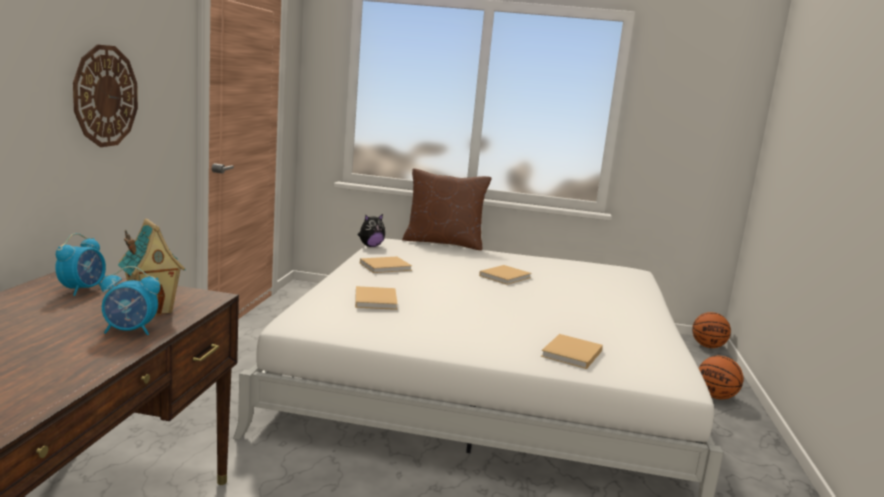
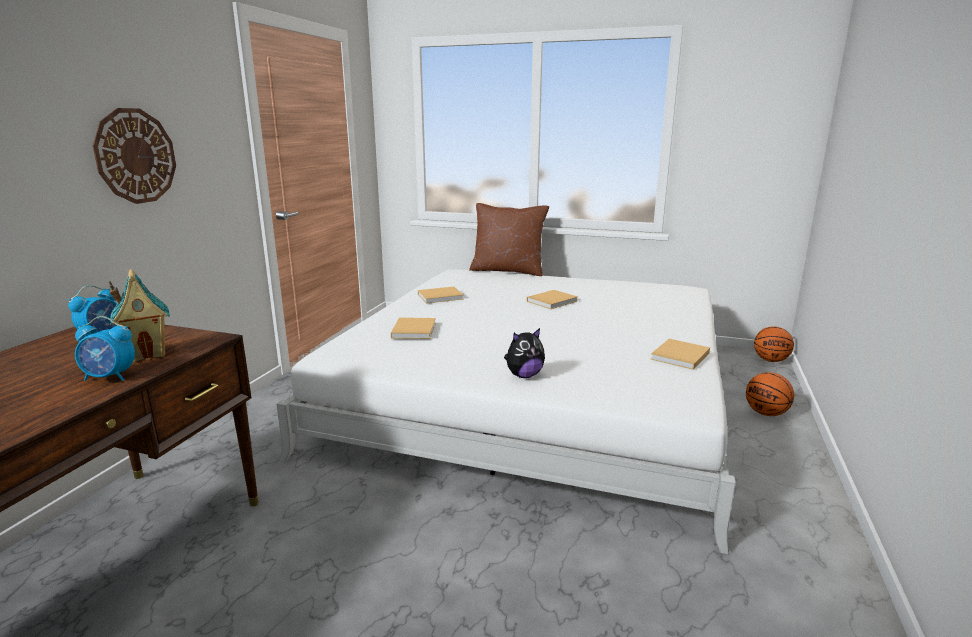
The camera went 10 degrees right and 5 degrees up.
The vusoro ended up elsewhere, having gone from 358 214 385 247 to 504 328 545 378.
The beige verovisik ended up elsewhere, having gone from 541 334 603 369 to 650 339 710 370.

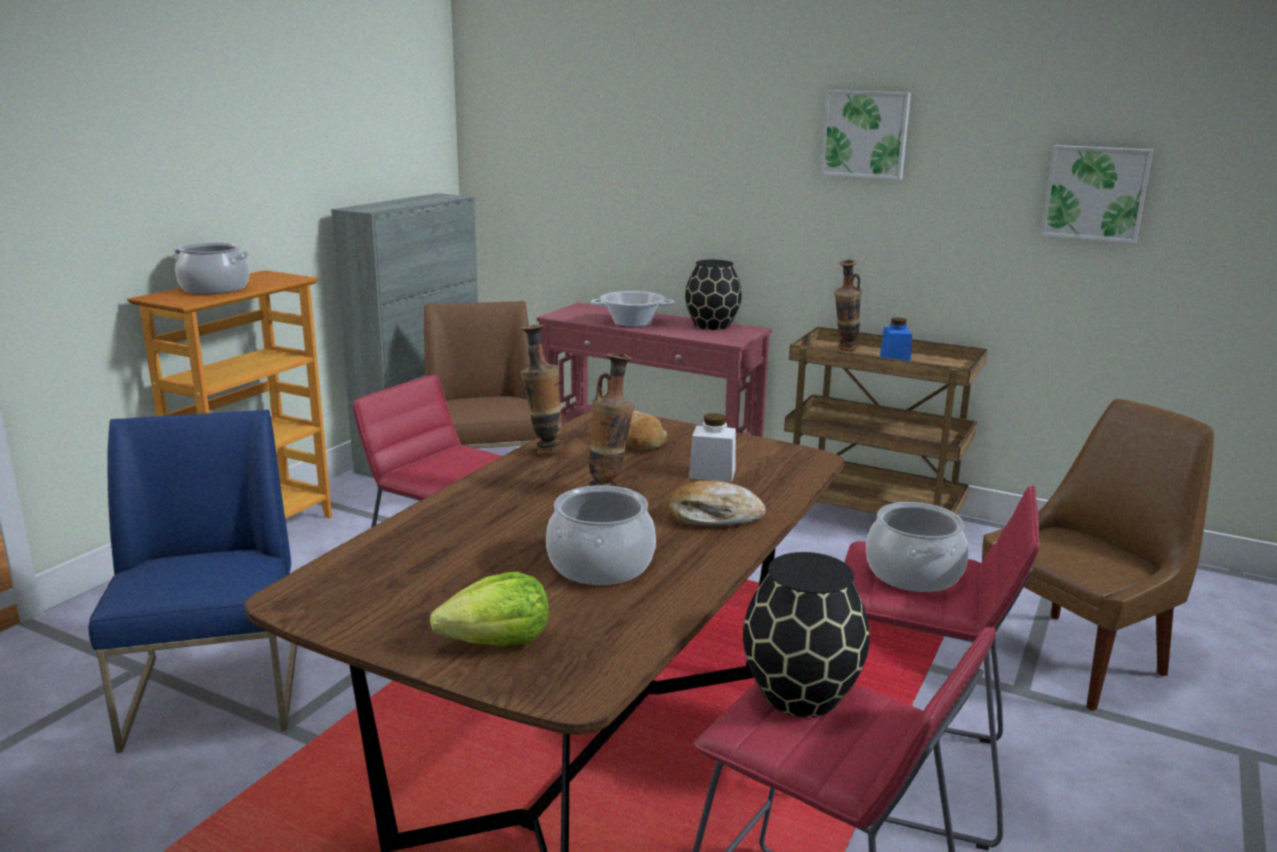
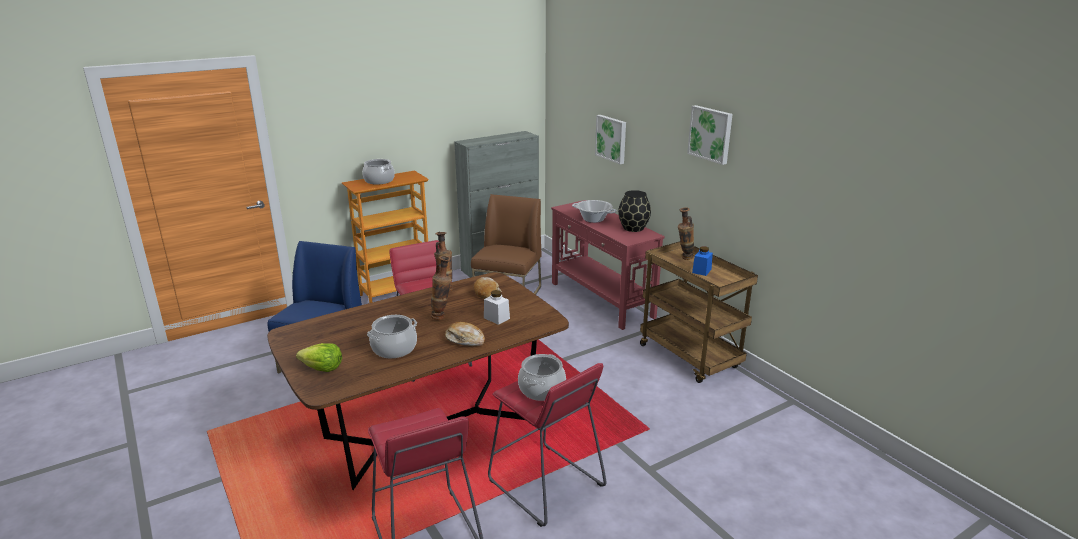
The camera went 30 degrees right and 5 degrees up.
The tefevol ended up elsewhere, having gone from 1041 145 1153 243 to 595 115 626 164.
The second view lost the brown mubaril at 982 399 1214 711.
The second view lost the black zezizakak at 743 552 870 717.

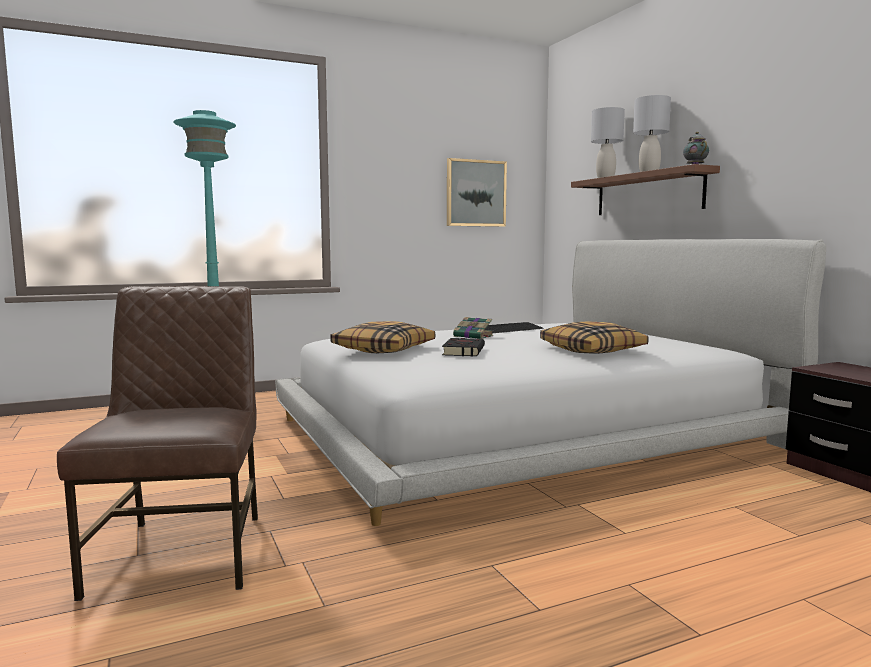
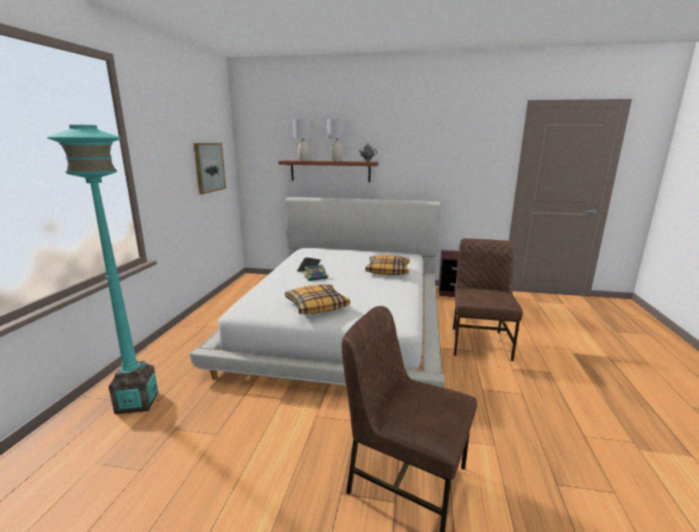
The camera went 55 degrees left and 10 degrees up.
The second view lost the black verovisik at 442 338 485 357.
The second view gained the brown mubaril at 453 239 523 361.

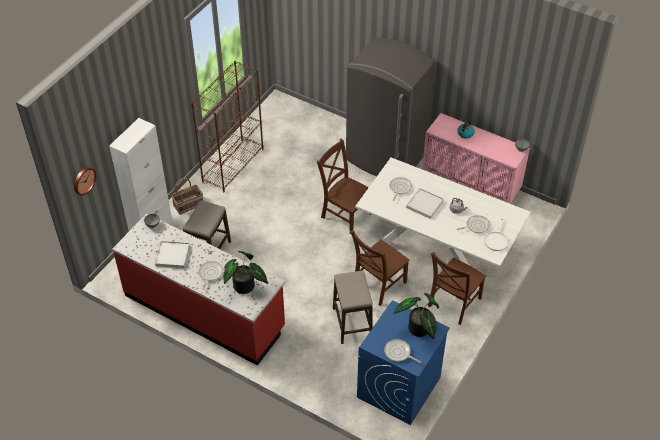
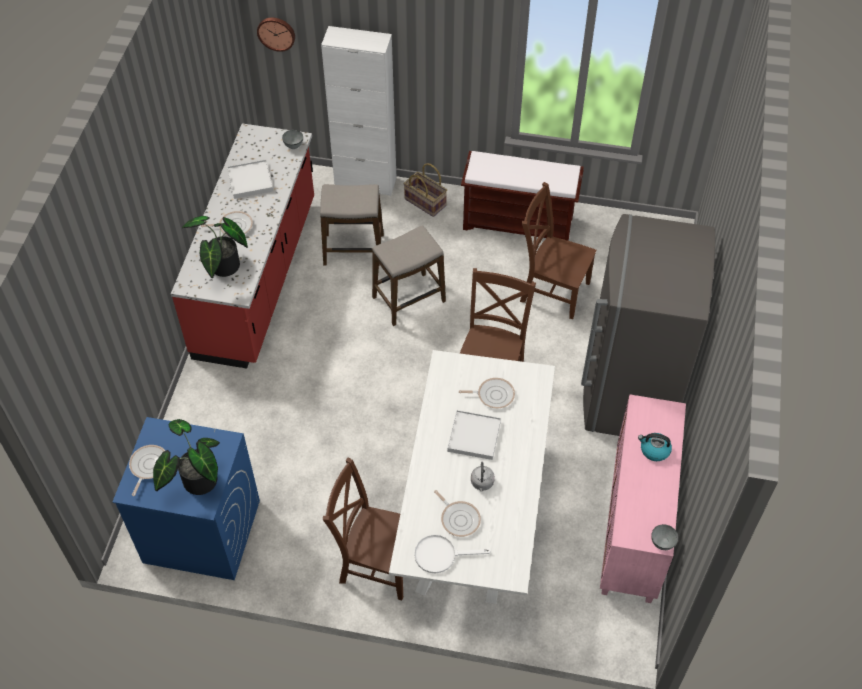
The camera went 70 degrees right and 5 degrees up.
Where the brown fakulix stood at 191 61 263 192, the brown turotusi came to stand at 461 151 584 241.
The brown mubaril ended up elsewhere, having gone from 350 230 410 306 to 520 182 597 320.
The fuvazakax ended up elsewhere, having gone from 333 271 373 344 to 372 225 446 326.

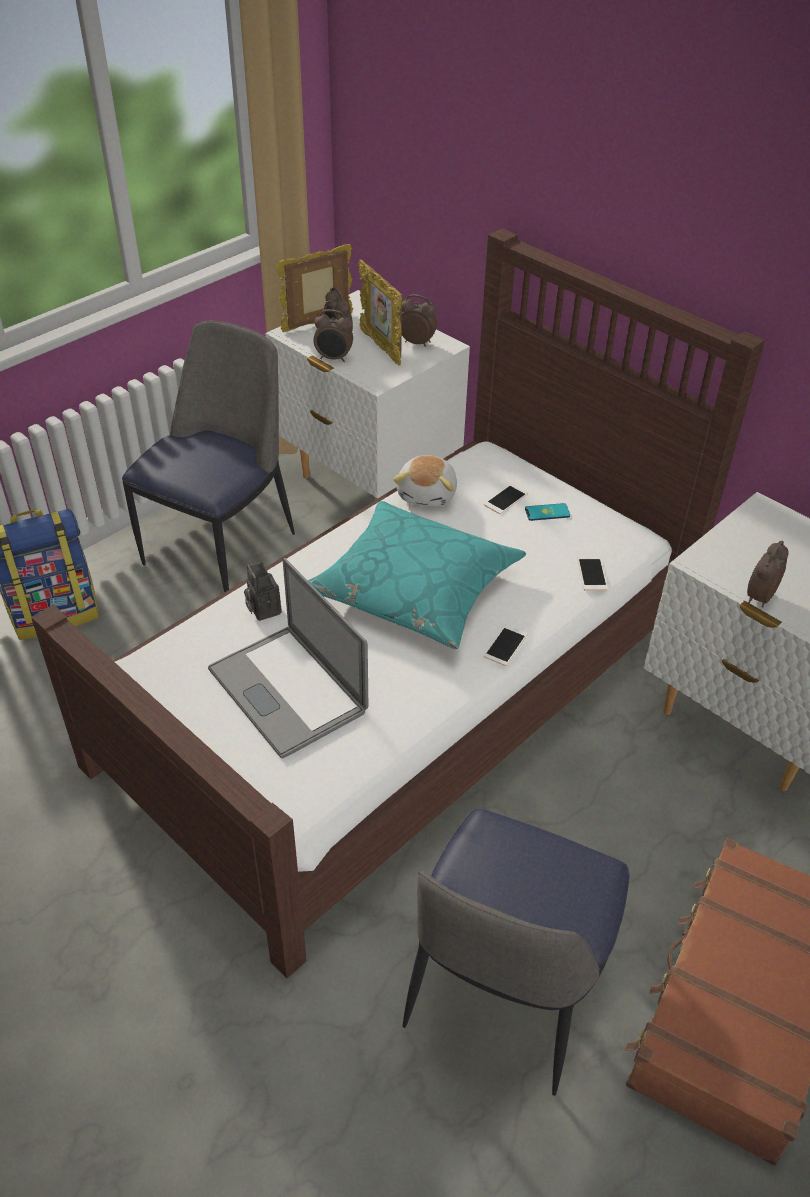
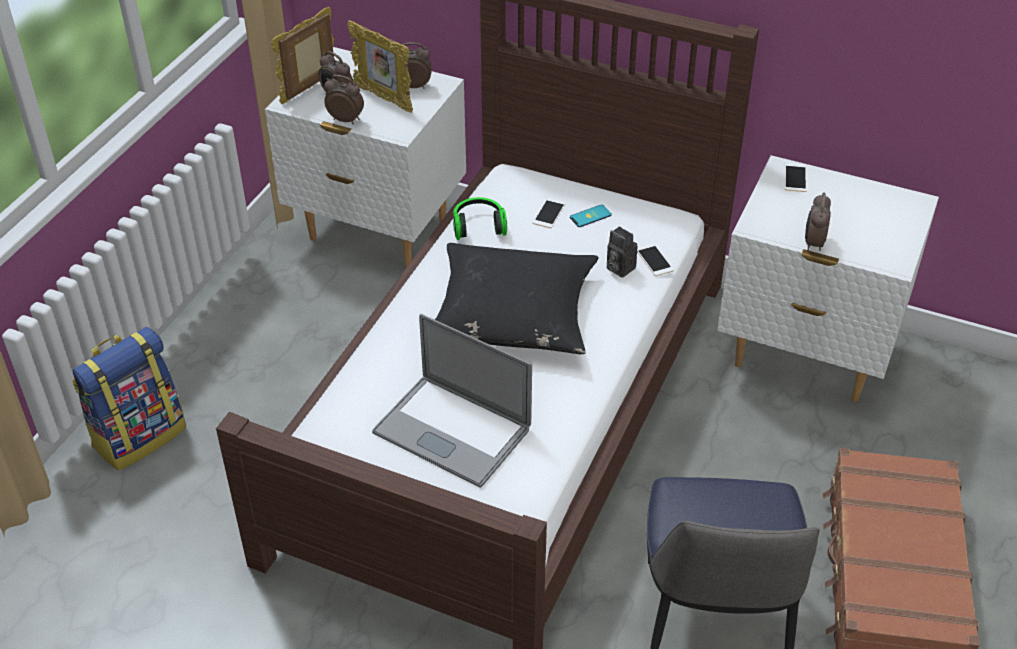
The camera went 20 degrees left and 0 degrees up.
The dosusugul at 314 309 353 362 ended up facing another way, 150 degrees counterclockwise from before.
The second view lost the mubaril at 122 321 295 593.
Where the vusoro stood at 393 455 457 507, the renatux came to stand at 453 197 507 240.
What was the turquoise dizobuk at 308 501 526 649 turned into the black dizobuk at 435 243 598 354.
The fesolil ended up elsewhere, having gone from 244 563 282 621 to 607 226 638 278.
The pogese ended up elsewhere, having gone from 484 624 528 666 to 785 163 807 192.

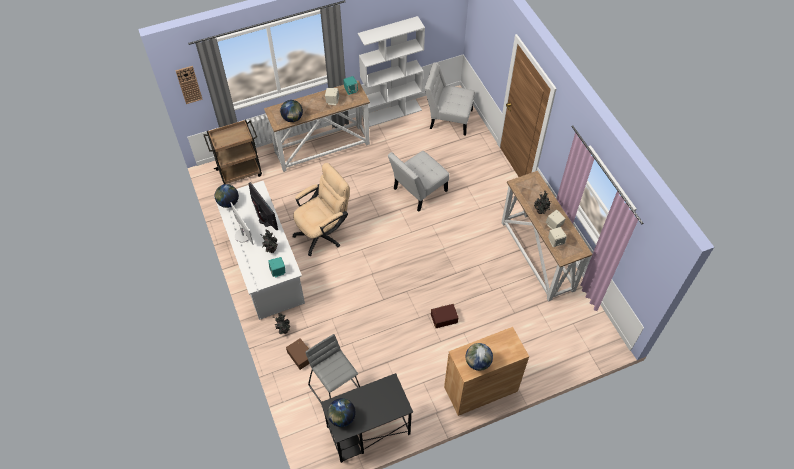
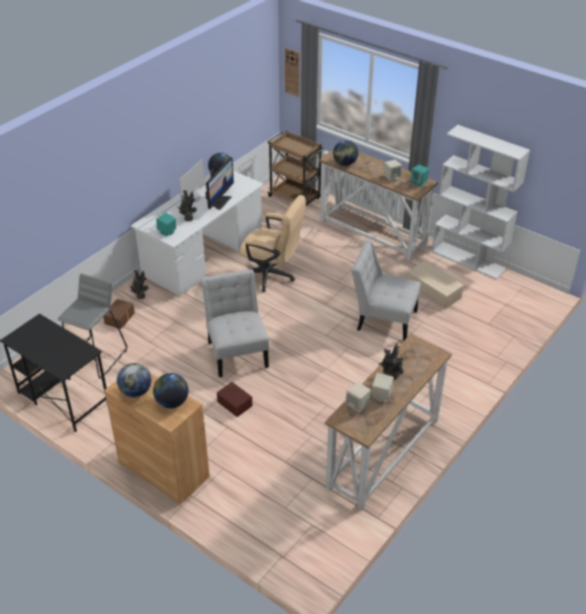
The camera went 60 degrees right and 15 degrees down.
The white mubaril ended up elsewhere, having gone from 425 62 475 136 to 201 269 269 377.
The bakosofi ended up elsewhere, having gone from 327 398 356 427 to 153 373 188 408.
The second view gained the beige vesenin at 407 261 464 309.

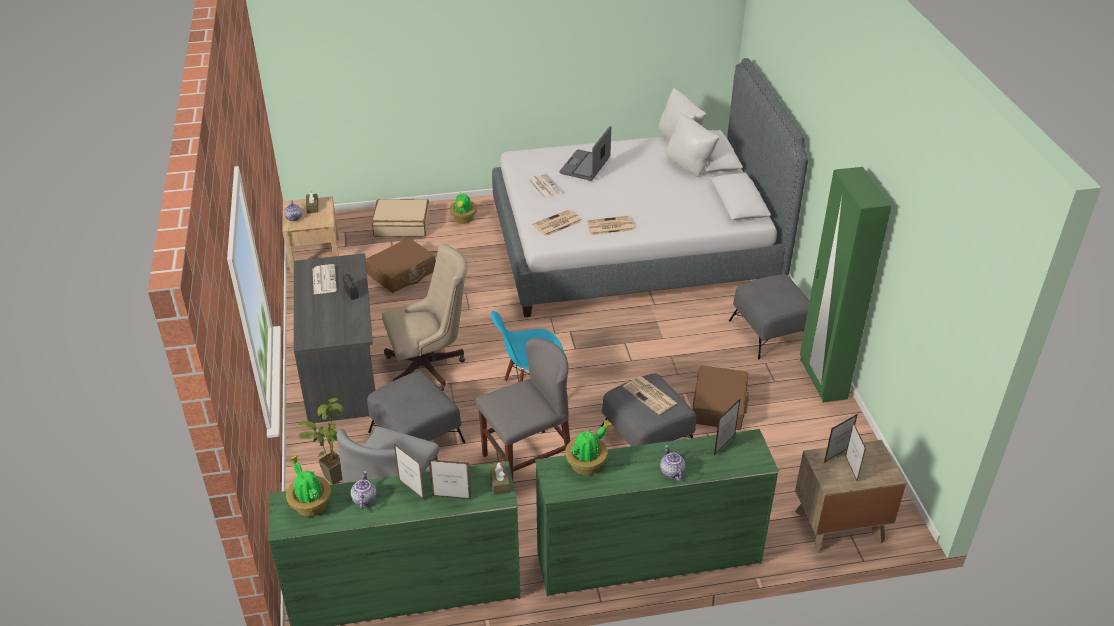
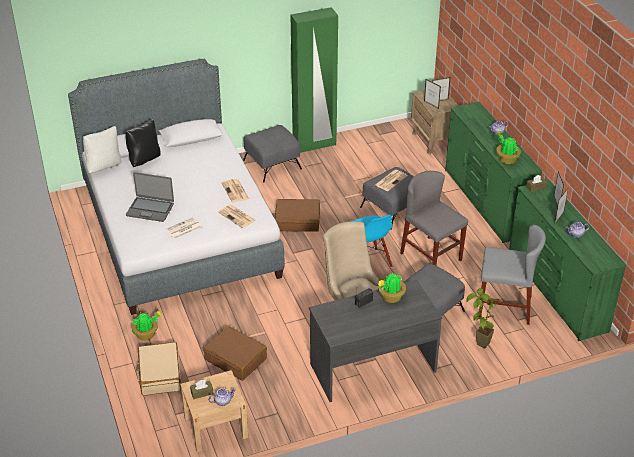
The camera went 100 degrees left and 0 degrees up.
What was the white dizobuk at 666 112 720 177 turned into the black dizobuk at 125 119 161 167.
The second view lost the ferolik at 313 264 337 294.
The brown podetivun ended up elsewhere, having gone from 693 365 749 430 to 275 199 320 232.
The second view lost the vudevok at 714 399 740 455.
The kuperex ended up elsewhere, having gone from 286 455 331 517 to 378 273 406 303.

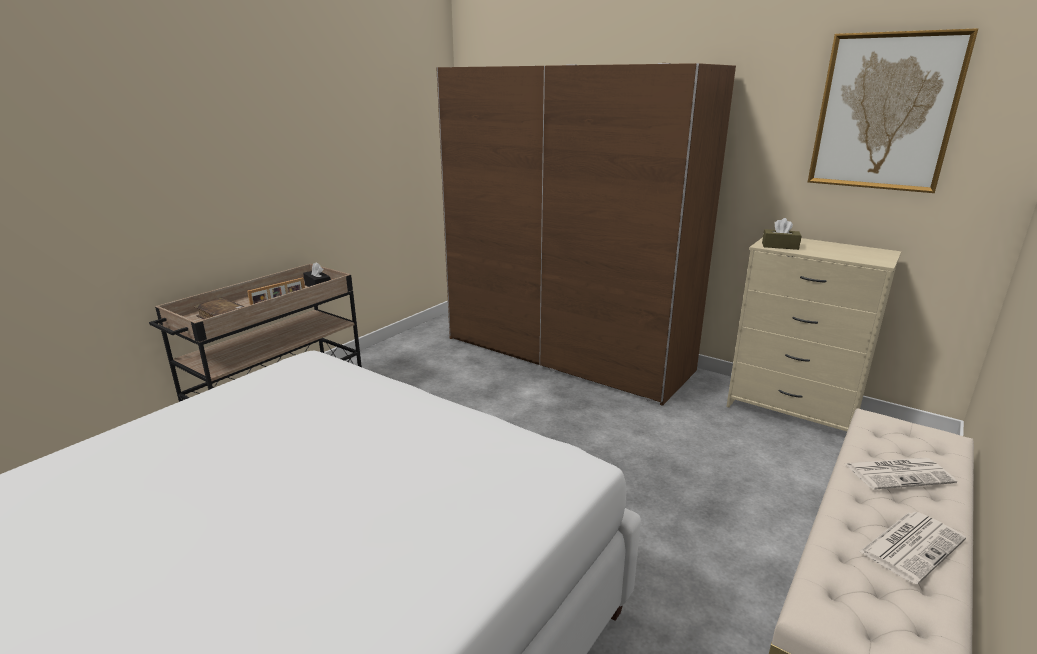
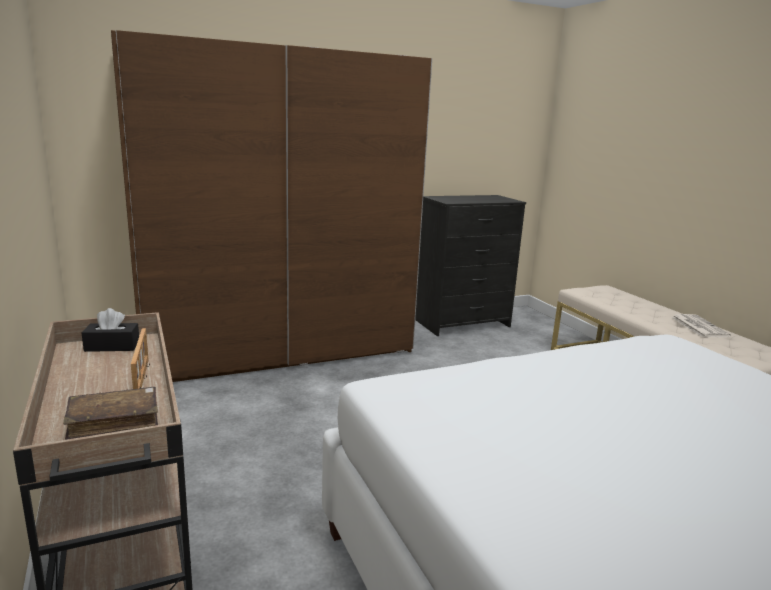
The camera went 60 degrees left and 5 degrees down.
The second view lost the tefevol at 808 28 978 193.
The second view lost the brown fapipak at 762 218 802 250.
What was the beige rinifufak at 726 237 901 431 turned into the black rinifufak at 415 195 526 336.
The second view lost the ferolik at 846 457 957 490.

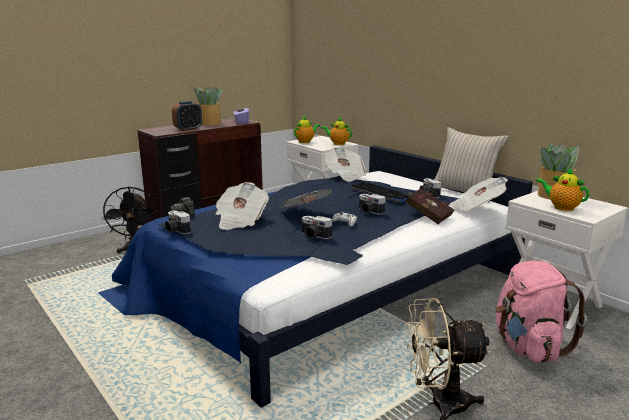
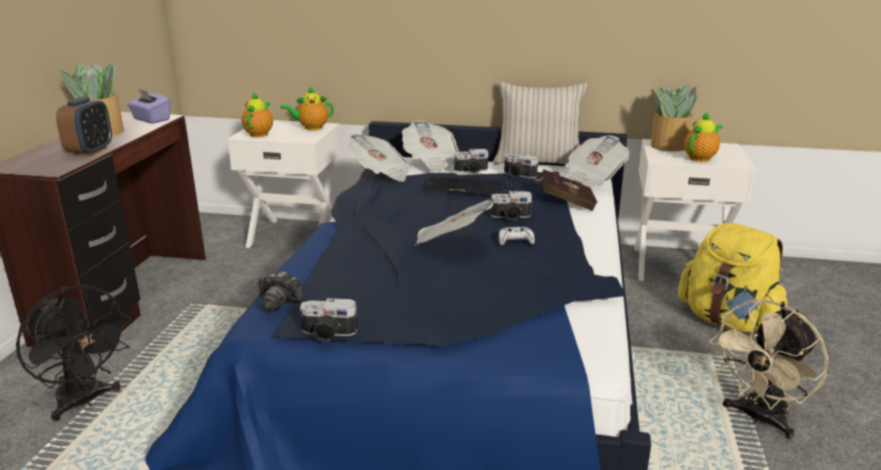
The camera went 40 degrees left and 5 degrees up.
The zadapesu at 536 167 590 211 ended up facing another way, 135 degrees clockwise from before.
The ferolik ended up elsewhere, having gone from 216 182 269 230 to 402 120 459 171.
The fesolil ended up elsewhere, having gone from 302 216 332 239 to 454 149 488 174.
What was the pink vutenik at 495 261 587 363 turned into the yellow vutenik at 678 223 787 333.

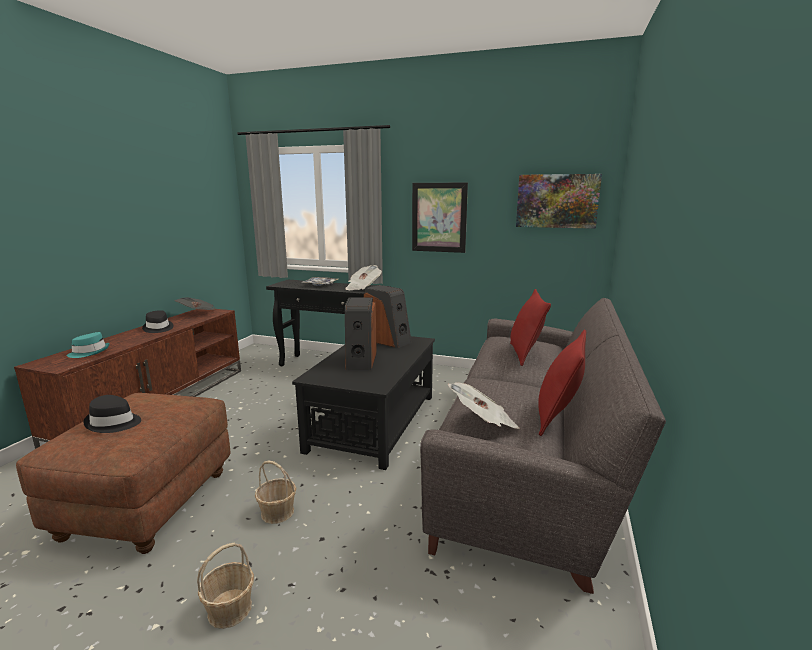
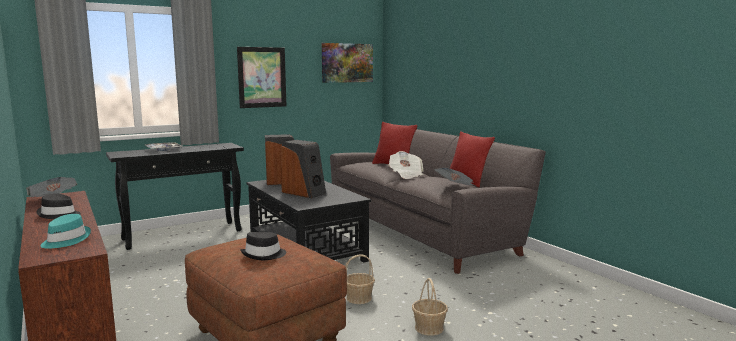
The camera went 50 degrees left and 5 degrees down.
The ferolik ended up elsewhere, having gone from 345 265 382 290 to 389 151 423 179.

